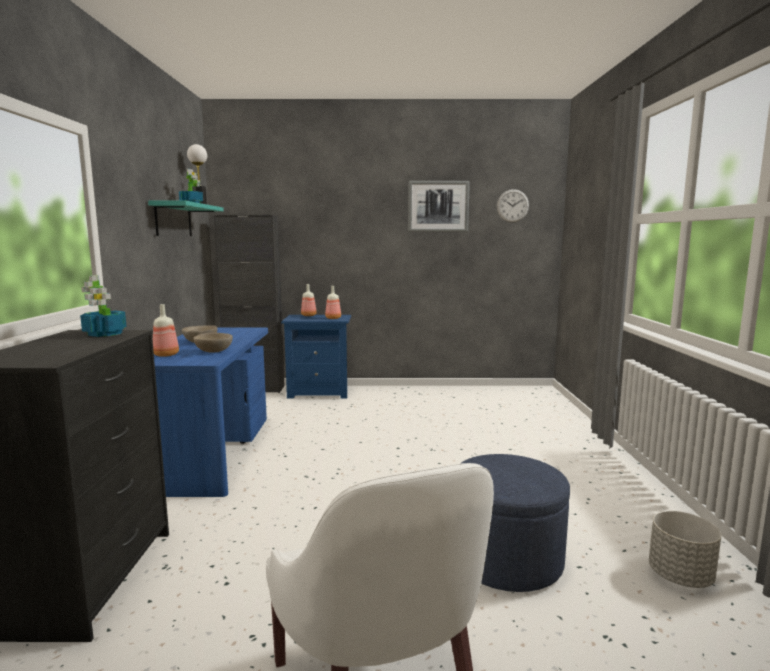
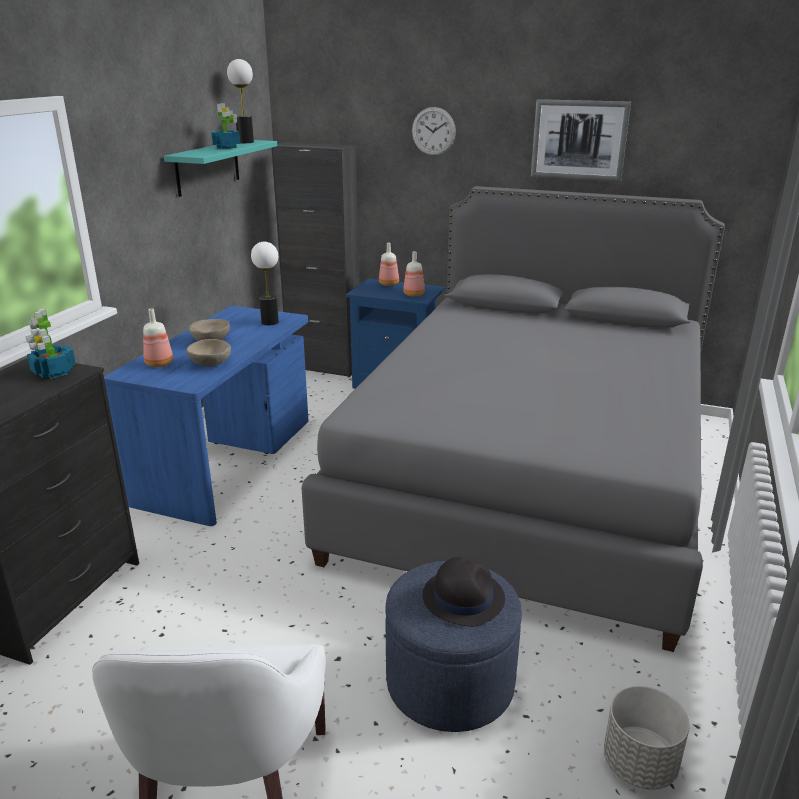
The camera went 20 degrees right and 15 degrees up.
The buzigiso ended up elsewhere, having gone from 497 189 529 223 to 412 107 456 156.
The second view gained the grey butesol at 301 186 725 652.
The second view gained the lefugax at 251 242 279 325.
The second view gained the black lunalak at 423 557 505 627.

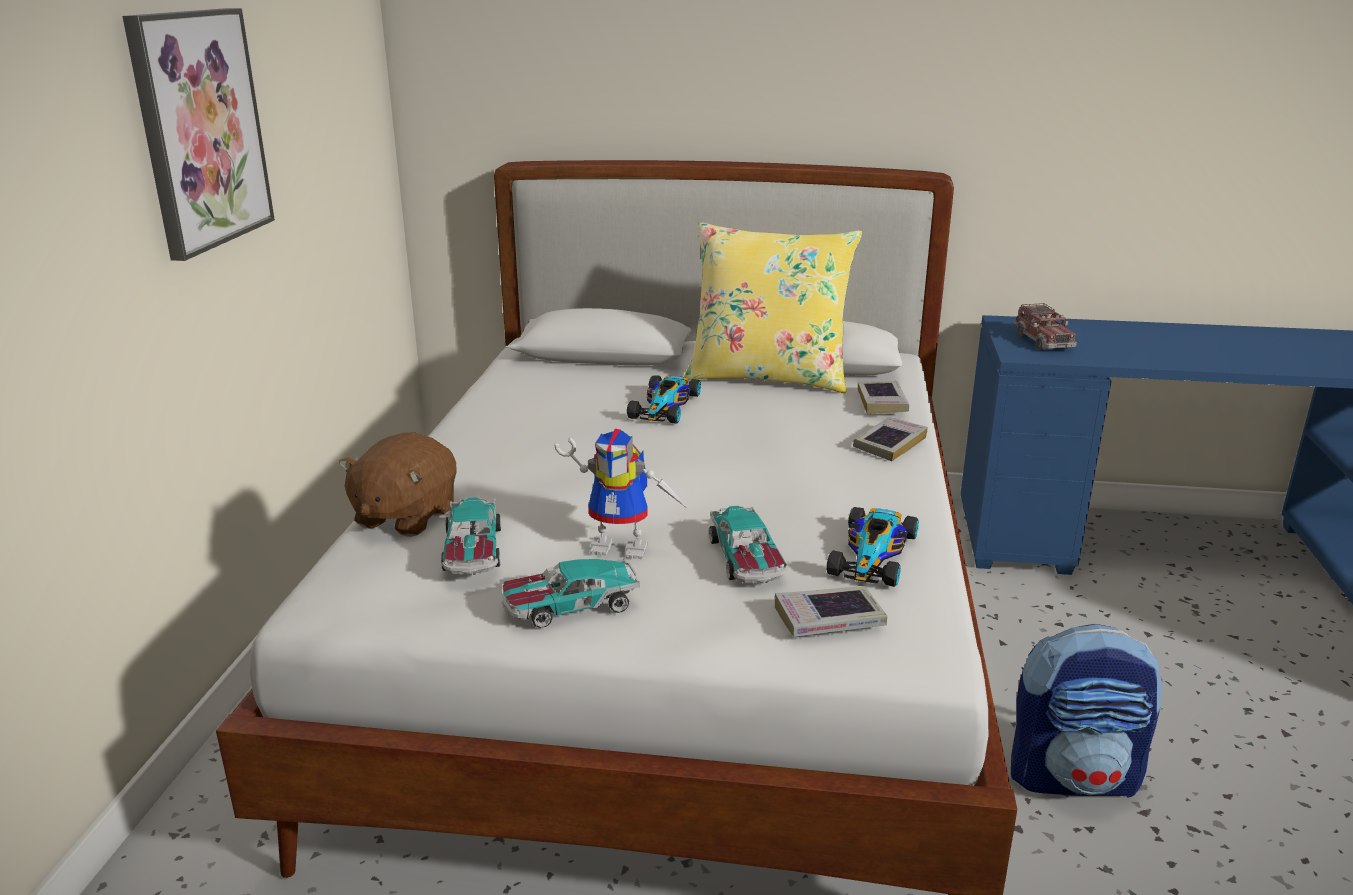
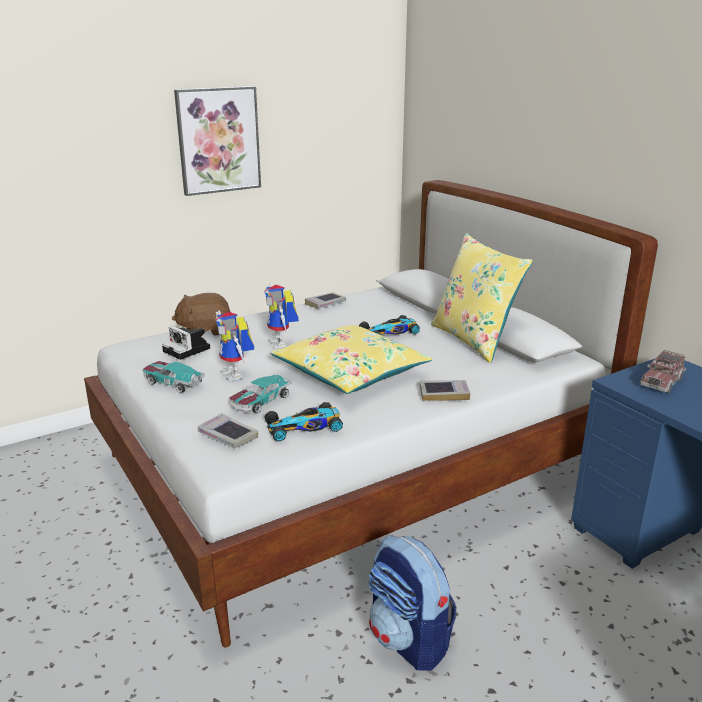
The camera went 50 degrees right and 0 degrees up.
The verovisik ended up elsewhere, having gone from 858 381 909 414 to 305 292 346 309.
Where the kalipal stood at 441 497 501 576, the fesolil came to stand at 162 326 210 360.
The second view gained the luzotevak at 264 284 299 349.
The second view gained the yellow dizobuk at 270 325 433 394.

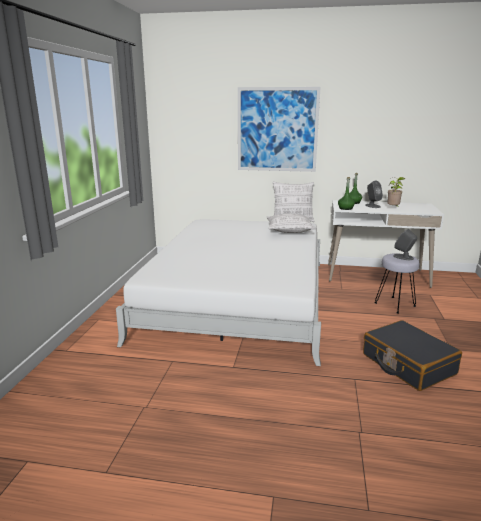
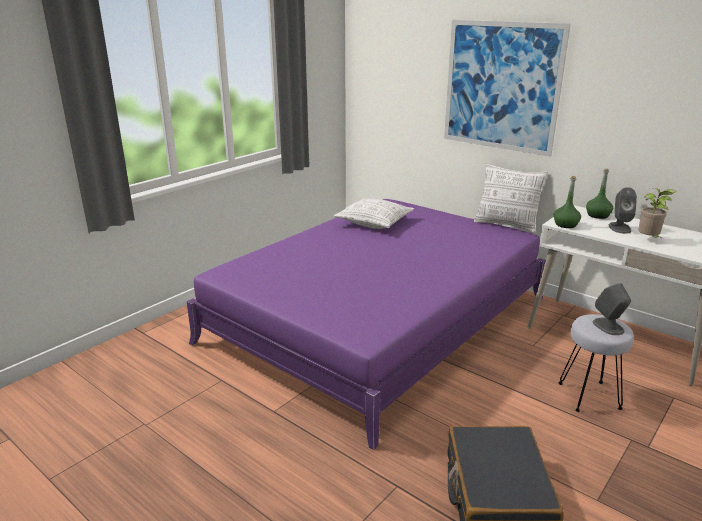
The camera went 30 degrees right and 5 degrees up.
The dizobuk ended up elsewhere, having gone from 267 213 316 233 to 333 198 414 229.
What was the white butesol at 116 220 321 366 turned into the purple butesol at 186 199 546 450.

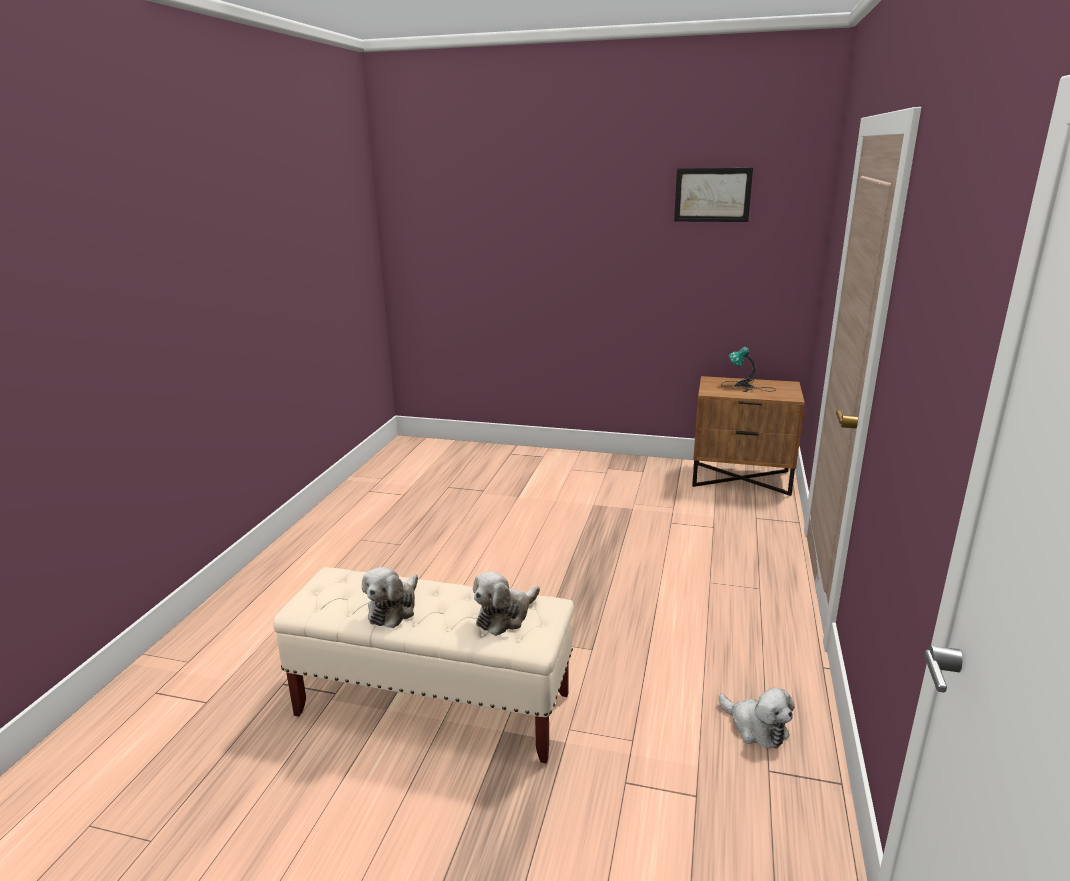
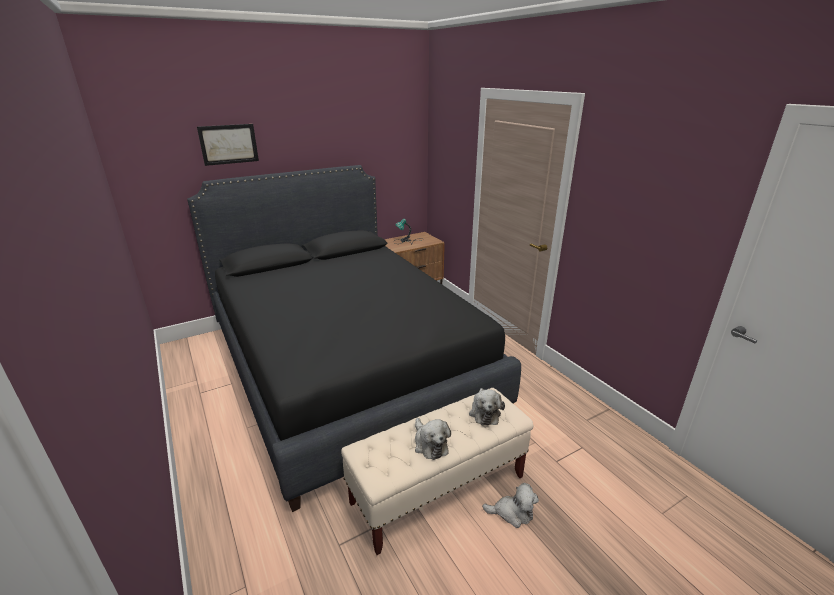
The camera went 45 degrees left and 5 degrees up.
The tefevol ended up elsewhere, having gone from 674 168 753 222 to 197 124 259 166.
The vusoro ended up elsewhere, having gone from 718 688 794 749 to 482 483 539 528.
The second view gained the black butesol at 187 165 521 512.

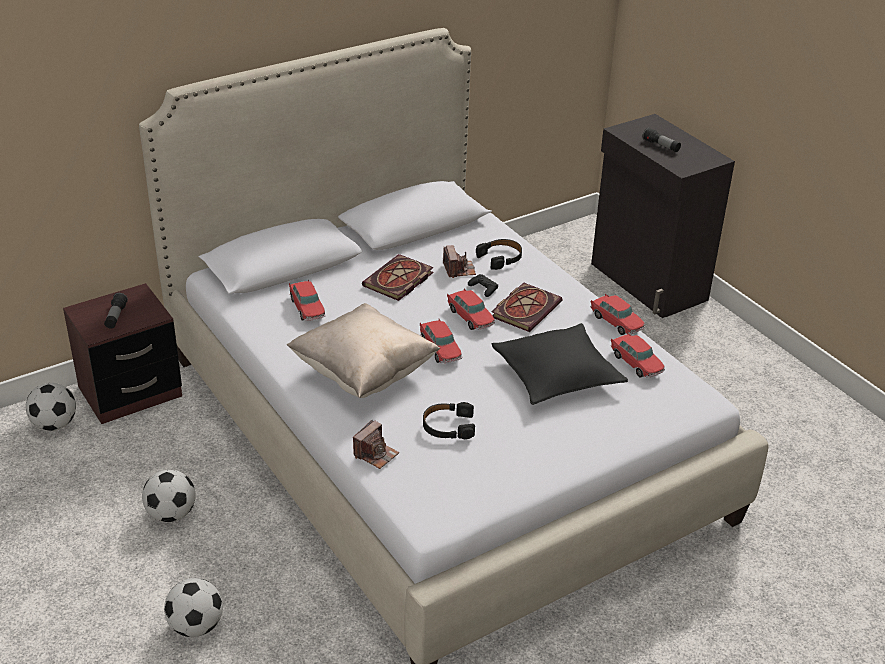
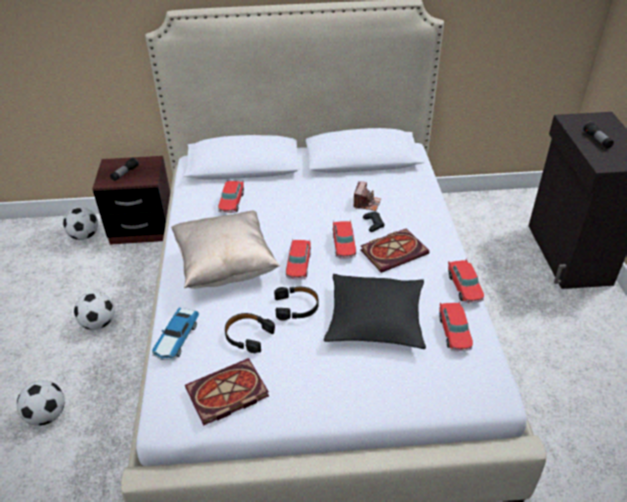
The camera went 30 degrees right and 5 degrees up.
The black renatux ended up elsewhere, having gone from 476 239 522 270 to 274 287 319 320.
The verovisik ended up elsewhere, having gone from 362 254 434 301 to 185 358 269 426.
Where the fesolil stood at 353 420 399 469, the kalipal came to stand at 152 307 199 360.

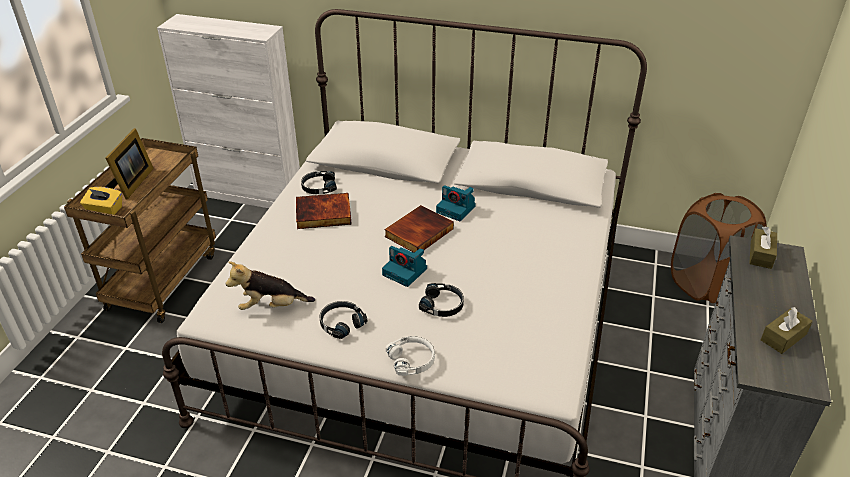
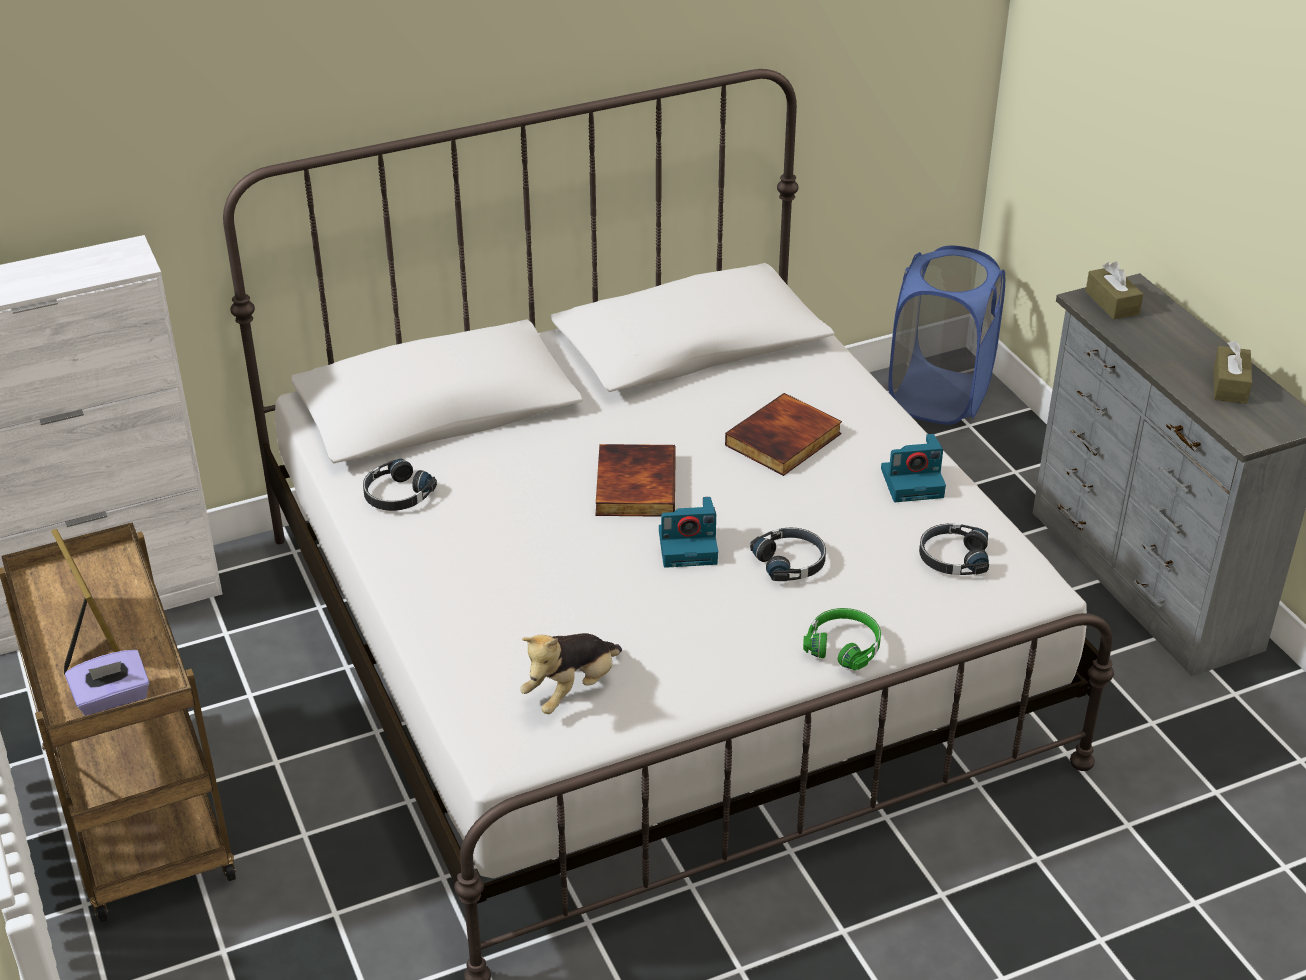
The camera went 40 degrees left and 0 degrees up.
The fesolil ended up elsewhere, having gone from 436 185 476 221 to 881 434 946 502.
What was the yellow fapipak at 80 187 122 215 turned into the purple fapipak at 65 650 150 716.
The verovisik ended up elsewhere, having gone from 296 193 352 229 to 725 393 842 476.
What was the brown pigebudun at 671 193 767 303 turned into the blue pigebudun at 888 246 1005 425.
The black renatux ended up elsewhere, having gone from 319 301 368 339 to 919 524 989 575.
What was the white renatux at 386 336 435 376 turned into the green renatux at 803 608 881 670.

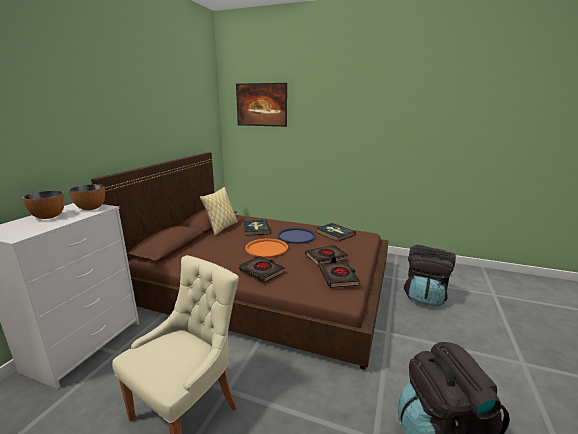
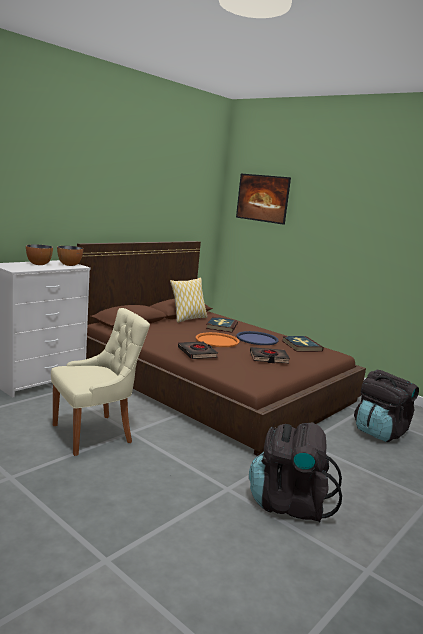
The camera went 20 degrees right and 5 degrees down.
The second view lost the black verovisik at 320 262 360 288.

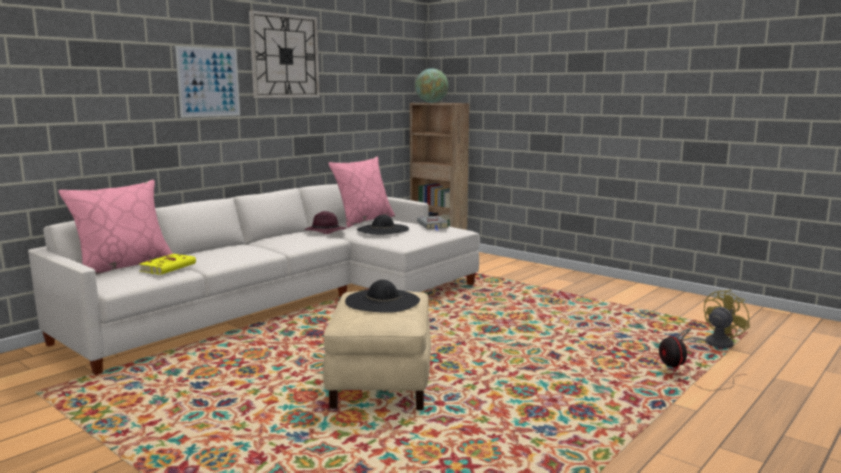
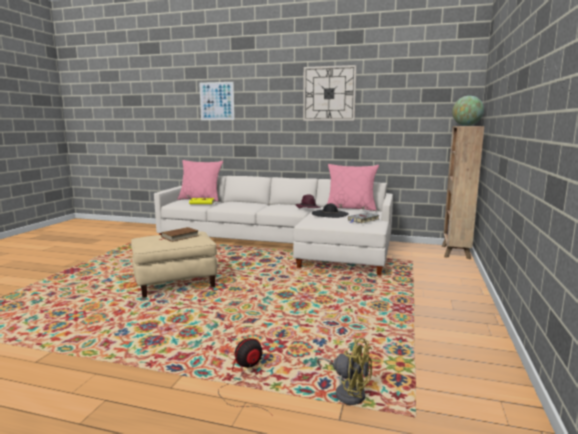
The camera went 65 degrees right and 0 degrees up.
The tefevol ended up elsewhere, having gone from 175 46 240 117 to 199 82 235 120.
Where the black lunalak stood at 345 280 420 313, the brown verovisik came to stand at 160 227 199 242.

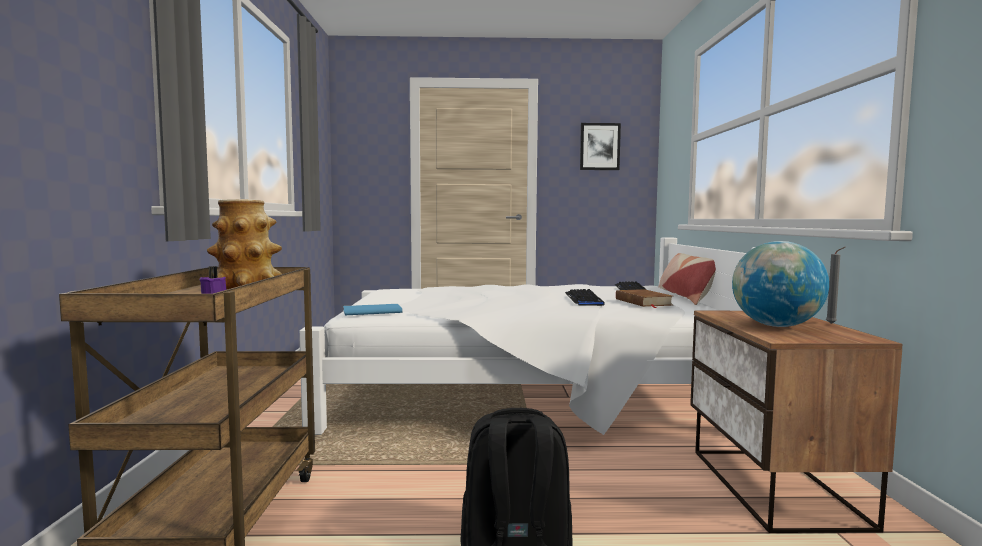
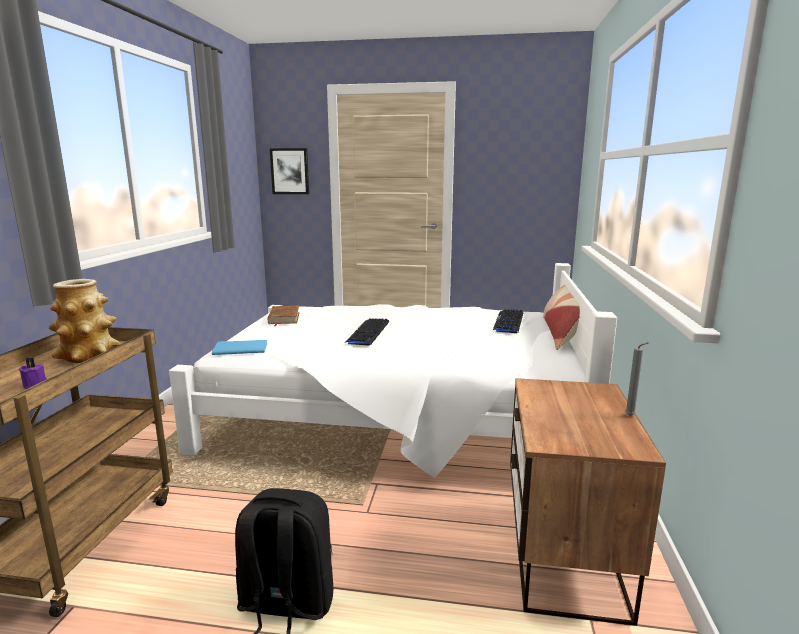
The camera went 10 degrees right and 10 degrees up.
The tefevol ended up elsewhere, having gone from 580 123 621 170 to 270 148 309 194.
The second view lost the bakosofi at 732 241 829 327.
The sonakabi ended up elsewhere, having gone from 565 289 605 306 to 346 318 389 346.
The brown verovisik ended up elsewhere, having gone from 616 289 673 308 to 268 305 300 326.

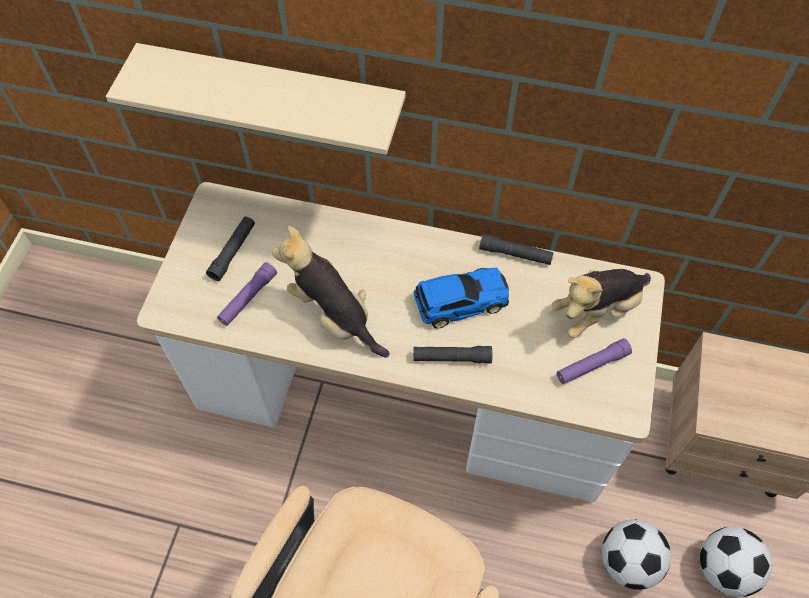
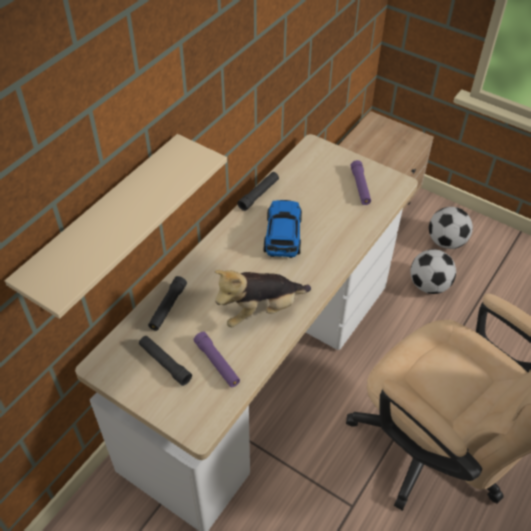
The camera went 70 degrees left and 10 degrees down.
The second view lost the vusoro at 552 269 651 338.
The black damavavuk ended up elsewhere, having gone from 413 346 492 364 to 148 276 187 331.

